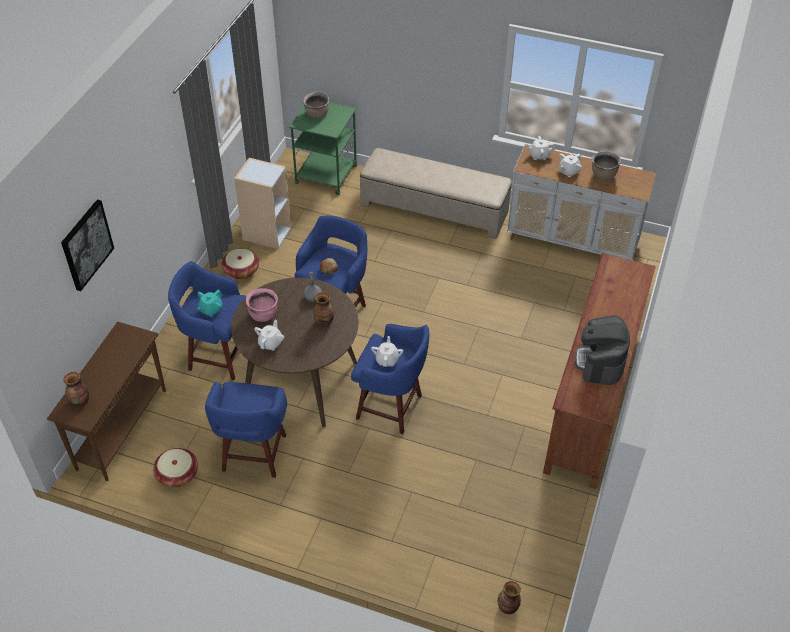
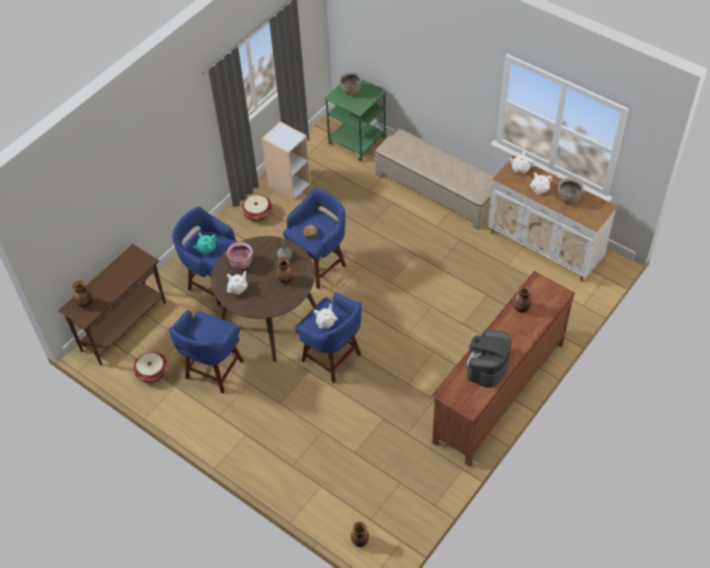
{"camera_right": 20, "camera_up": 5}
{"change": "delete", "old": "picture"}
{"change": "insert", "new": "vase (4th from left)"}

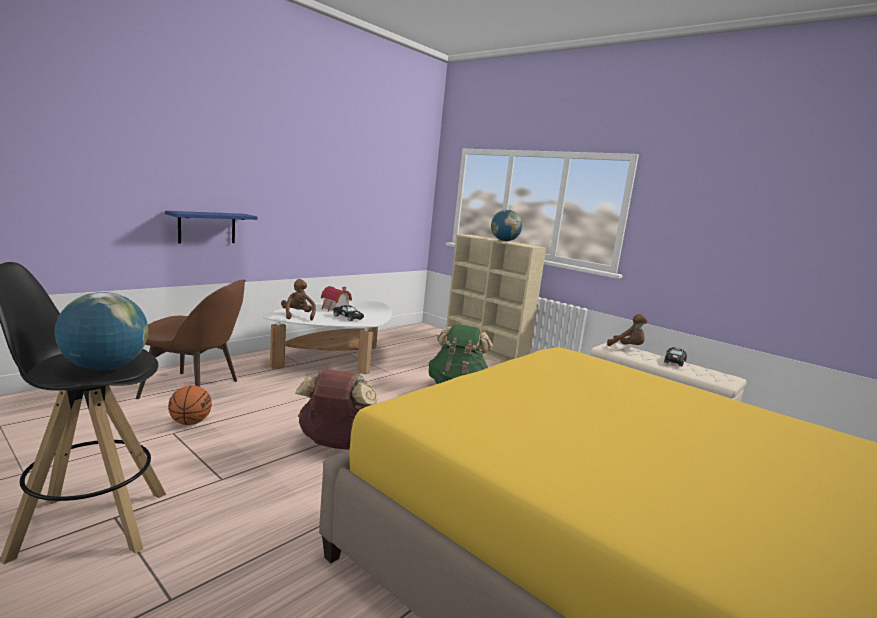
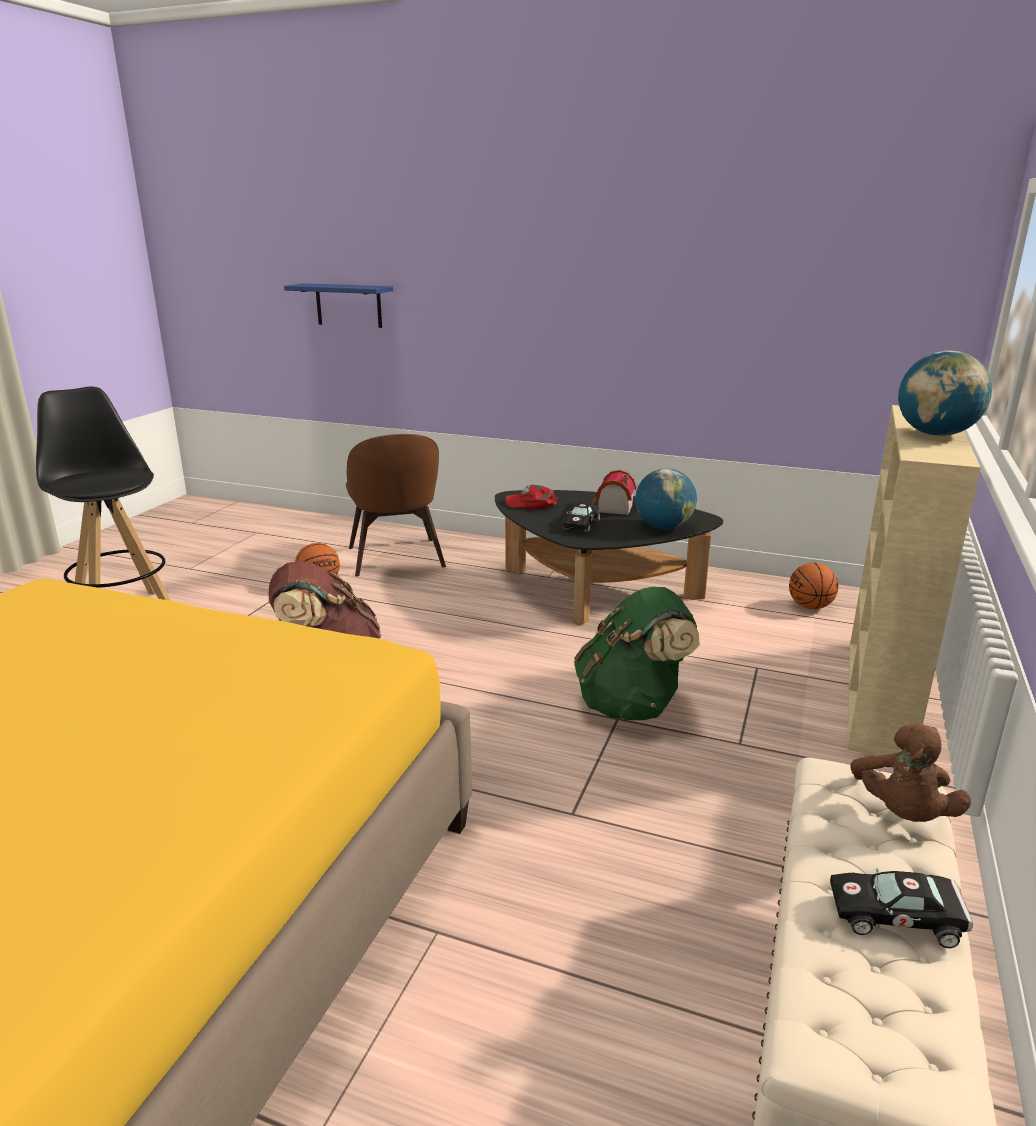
{"camera_right": 70, "camera_up": 10}
{"change": "insert", "new": "basketball (2nd from left)"}
{"change": "move", "old": "globe (1st from left)"}
{"change": "move", "old": "blue shelf"}
{"change": "replace", "old": "brown plush toy (1st from left)", "new": "red cap"}
{"change": "recolor", "old": "white coffee table", "new": "black coffee table"}

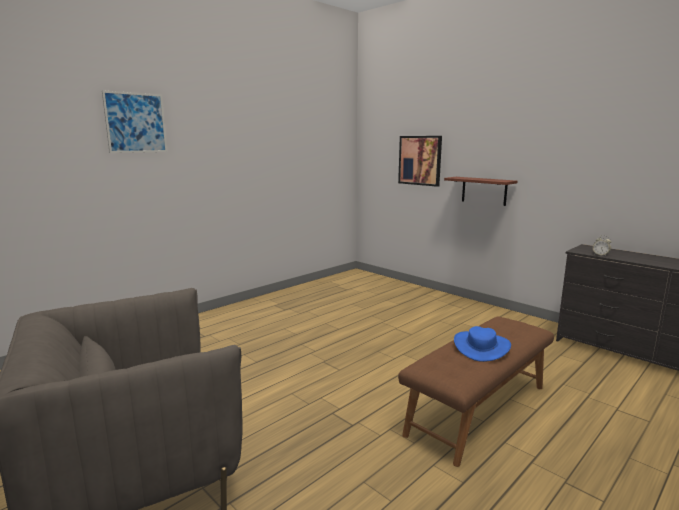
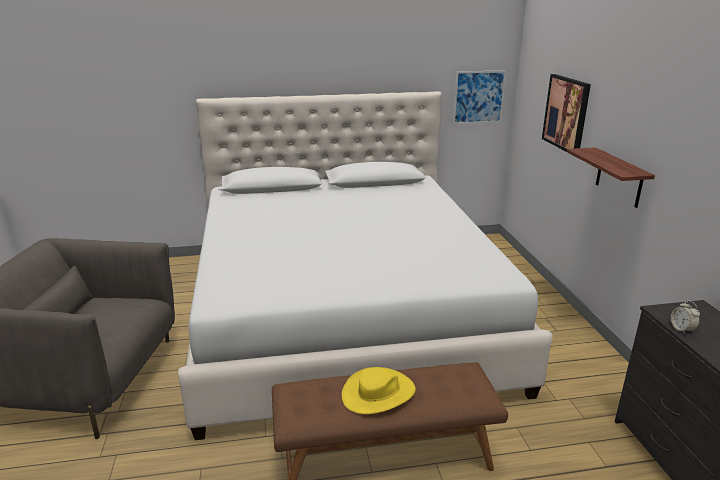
{"camera_right": 35, "camera_up": 10}
{"change": "insert", "new": "white bed"}
{"change": "move", "old": "picture (1st from left)"}
{"change": "recolor", "old": "blue hat", "new": "yellow hat"}

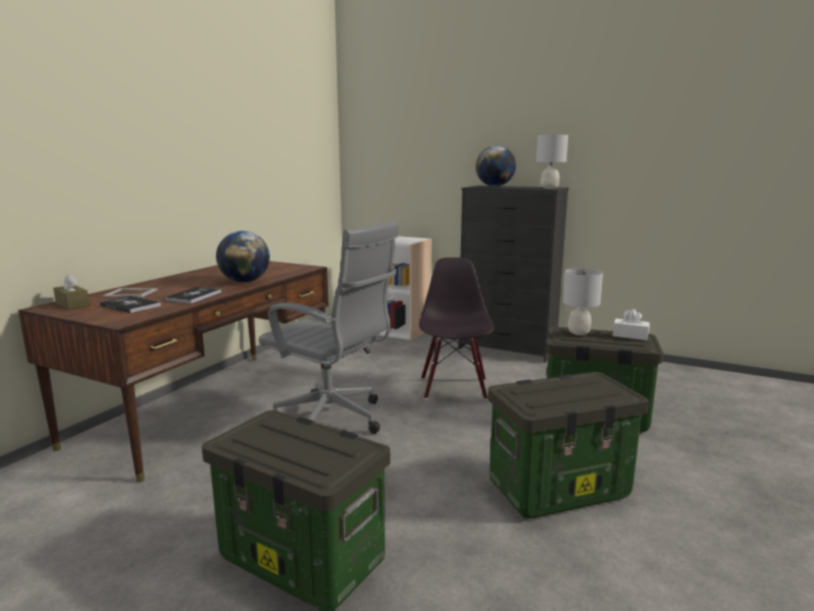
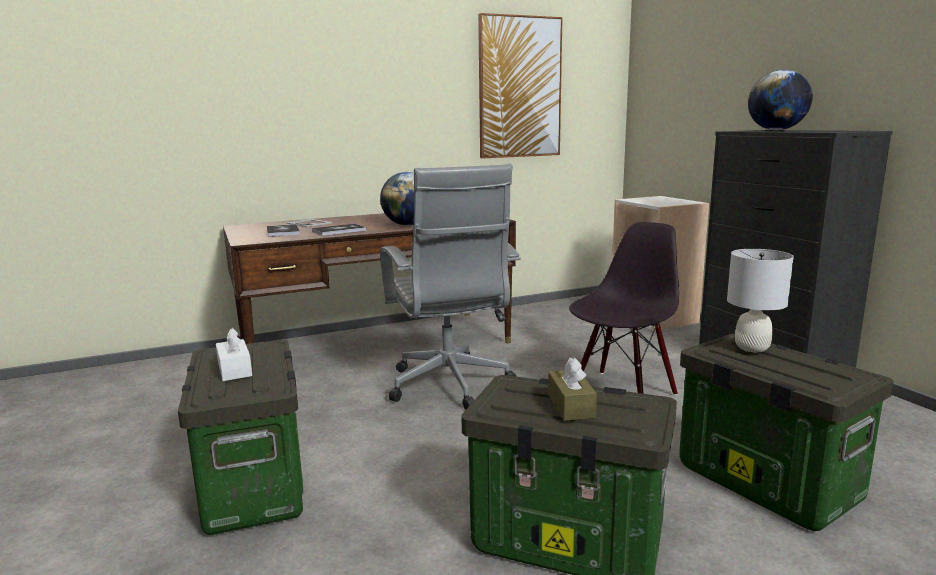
{"camera_right": 40, "camera_up": 0}
{"change": "delete", "old": "grey table lamp (1st from left)"}
{"change": "insert", "new": "picture"}
{"change": "move", "old": "brown tissue box"}
{"change": "move", "old": "white tissue box"}

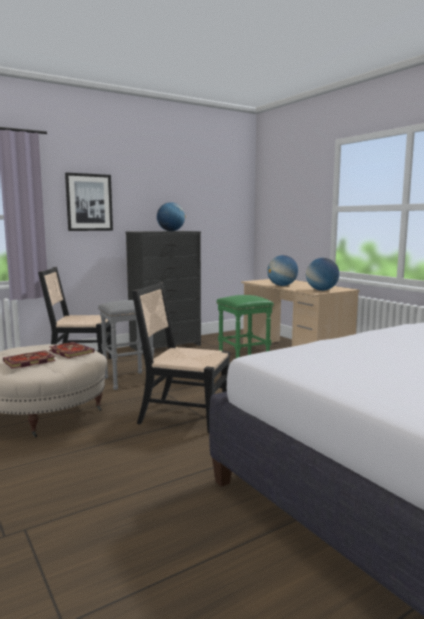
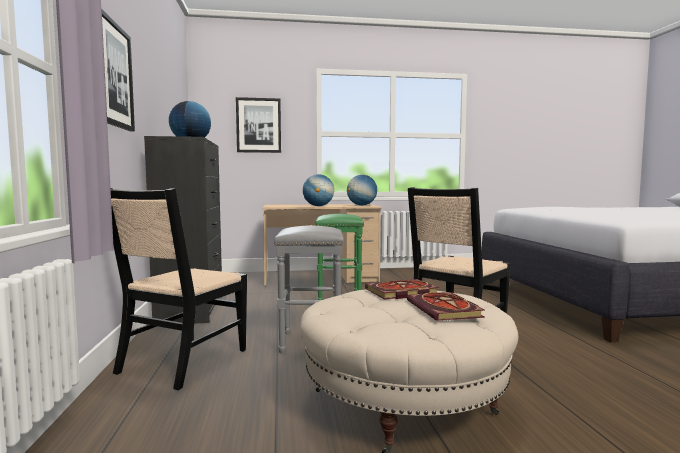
{"camera_right": -65, "camera_up": -5}
{"change": "insert", "new": "picture (2nd from left)"}

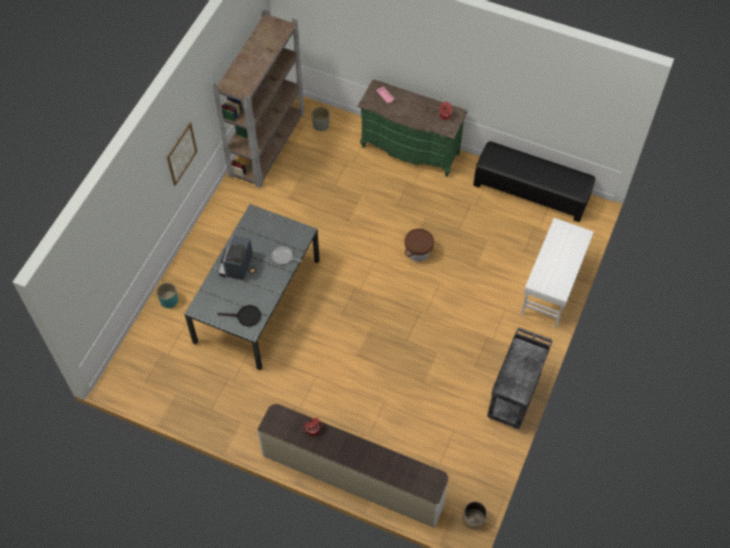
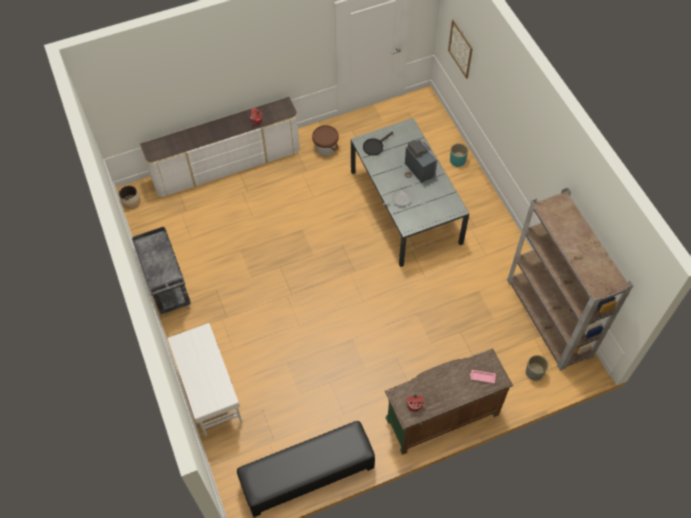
{"camera_right": 135, "camera_up": 0}
{"change": "move", "old": "picture"}
{"change": "move", "old": "brown bucket"}

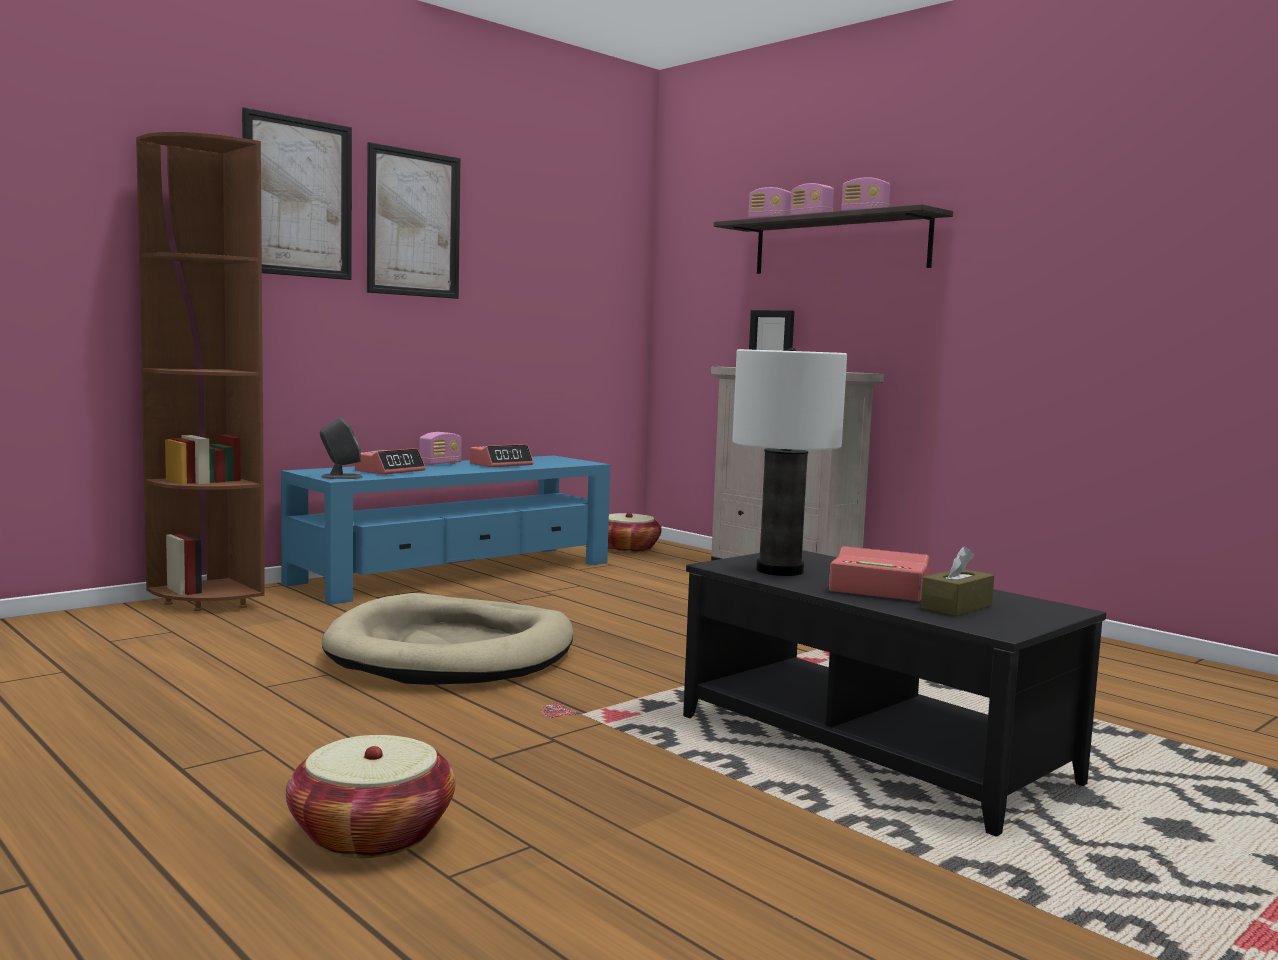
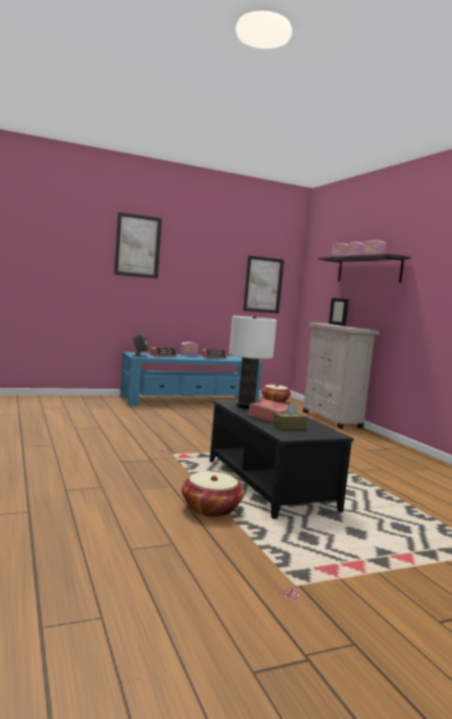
{"camera_right": 20, "camera_up": 0}
{"change": "delete", "old": "brown bookcase"}
{"change": "delete", "old": "beige dog bed"}
{"change": "move", "old": "basket (1st from left)"}
{"change": "move", "old": "picture (2nd from left)"}

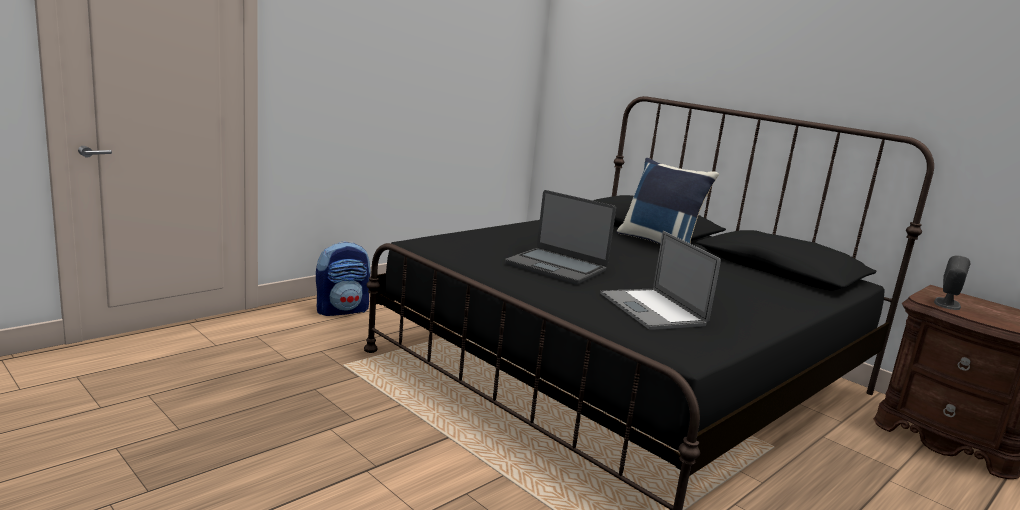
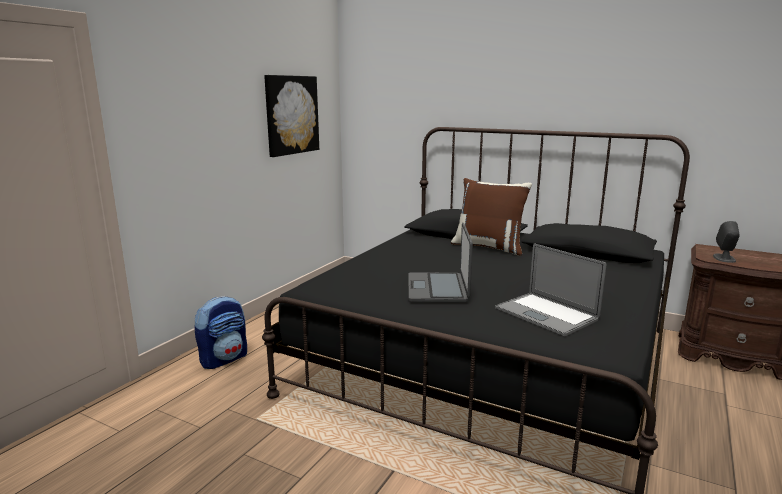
{"camera_right": -15, "camera_up": 0}
{"change": "insert", "new": "picture"}
{"change": "recolor", "old": "blue pillow", "new": "brown pillow"}
{"change": "rotate", "old": "laptop (1st from left)", "degrees": 75}

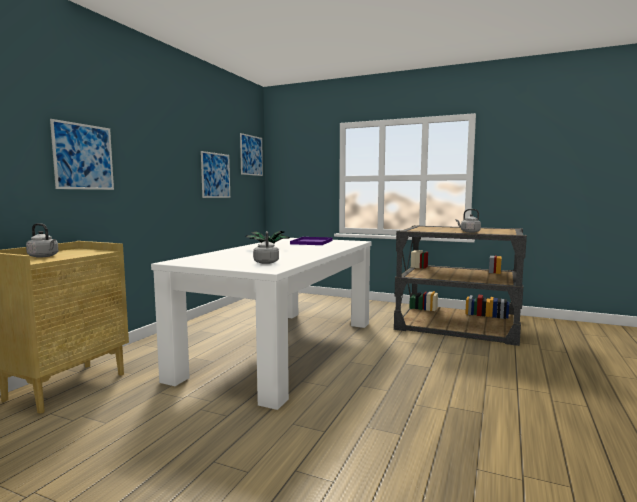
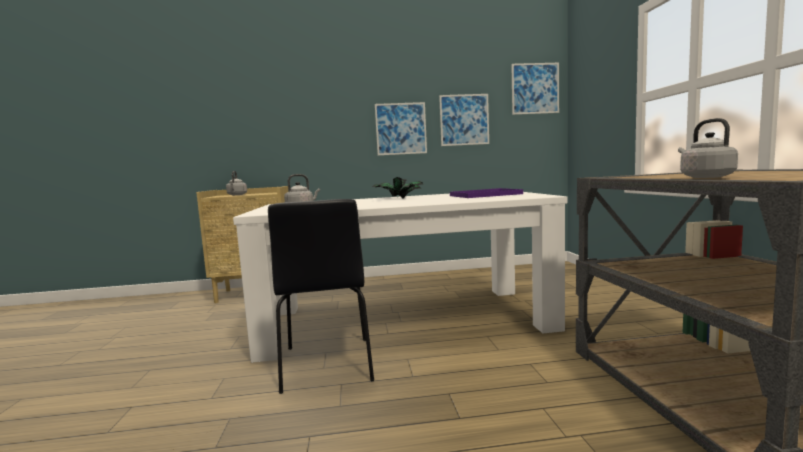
{"camera_right": 60, "camera_up": 0}
{"change": "insert", "new": "black chair"}
{"change": "move", "old": "picture (1st from left)"}

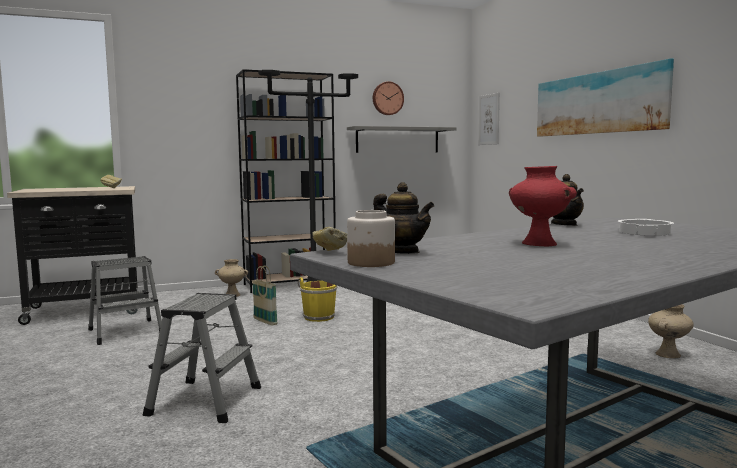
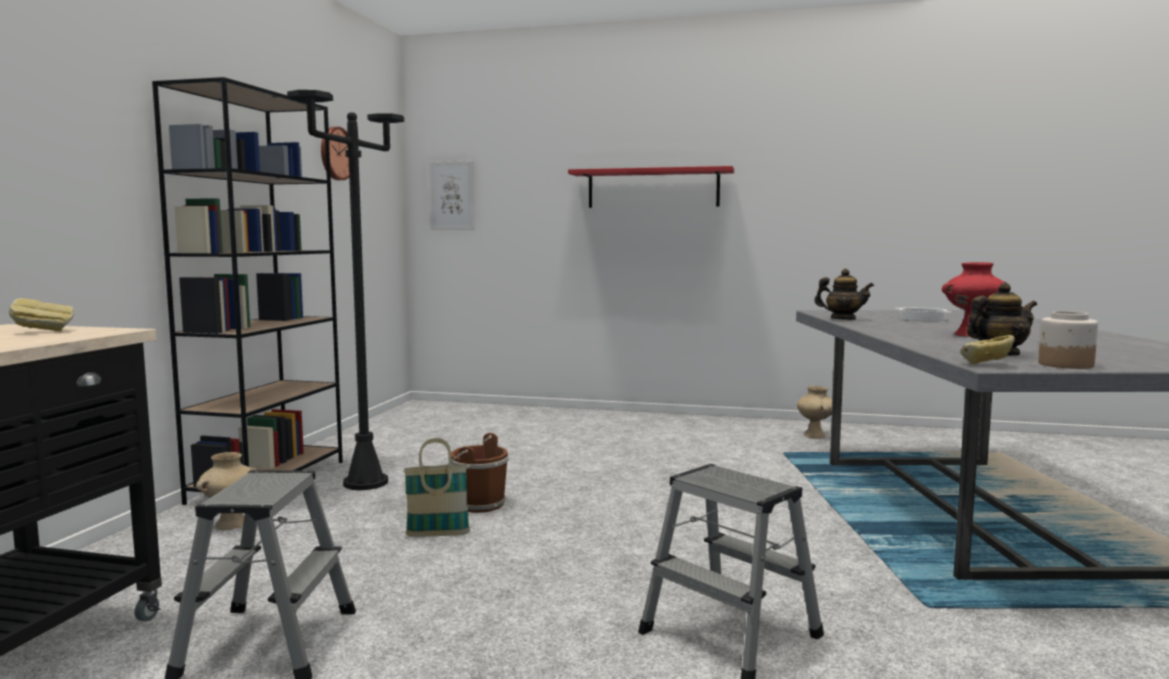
{"camera_right": -55, "camera_up": 0}
{"change": "delete", "old": "grey shelf"}
{"change": "replace", "old": "picture (2nd from left)", "new": "red shelf"}
{"change": "recolor", "old": "yellow bucket", "new": "brown bucket"}

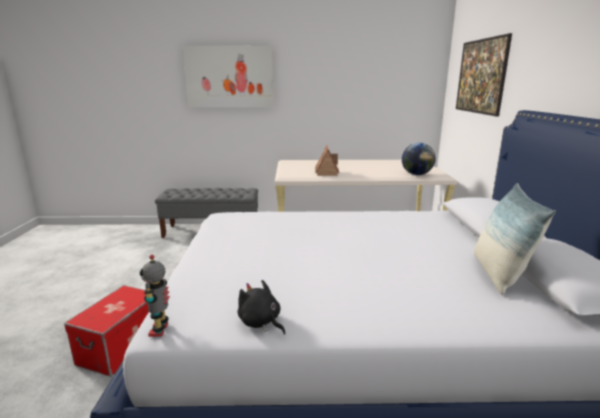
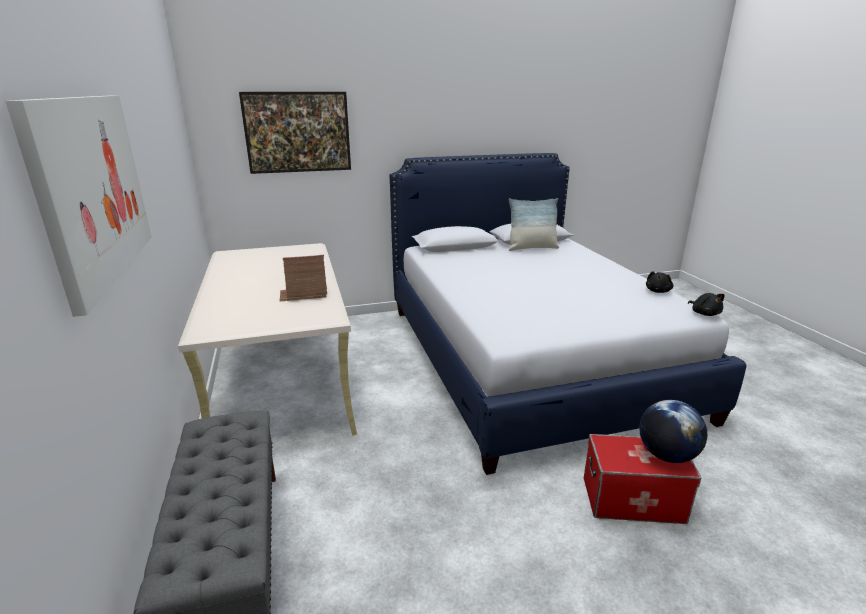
{"camera_right": -105, "camera_up": 5}
{"change": "move", "old": "globe"}
{"change": "replace", "old": "toy robot", "new": "black plush toy (2nd from left)"}

